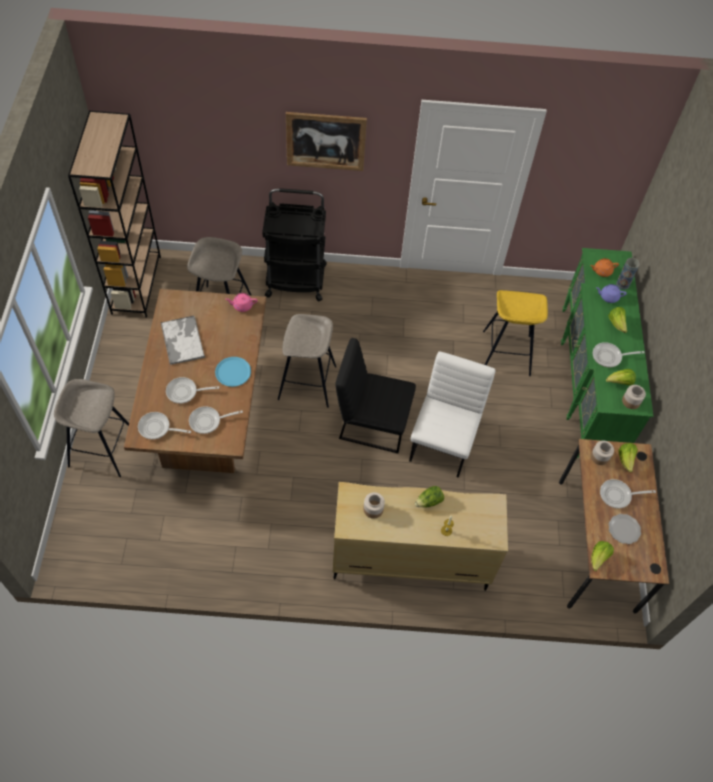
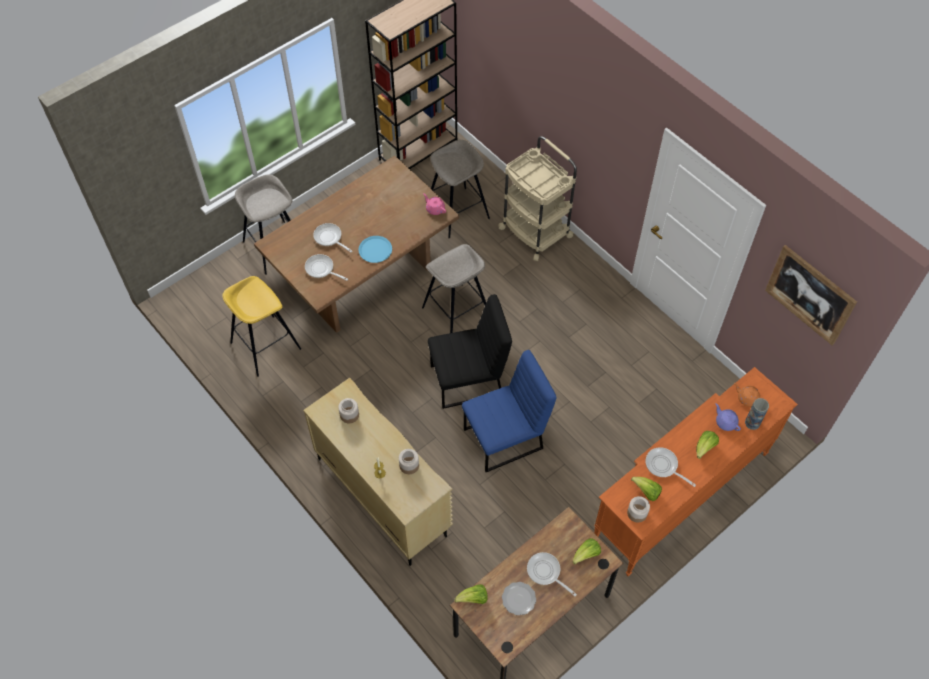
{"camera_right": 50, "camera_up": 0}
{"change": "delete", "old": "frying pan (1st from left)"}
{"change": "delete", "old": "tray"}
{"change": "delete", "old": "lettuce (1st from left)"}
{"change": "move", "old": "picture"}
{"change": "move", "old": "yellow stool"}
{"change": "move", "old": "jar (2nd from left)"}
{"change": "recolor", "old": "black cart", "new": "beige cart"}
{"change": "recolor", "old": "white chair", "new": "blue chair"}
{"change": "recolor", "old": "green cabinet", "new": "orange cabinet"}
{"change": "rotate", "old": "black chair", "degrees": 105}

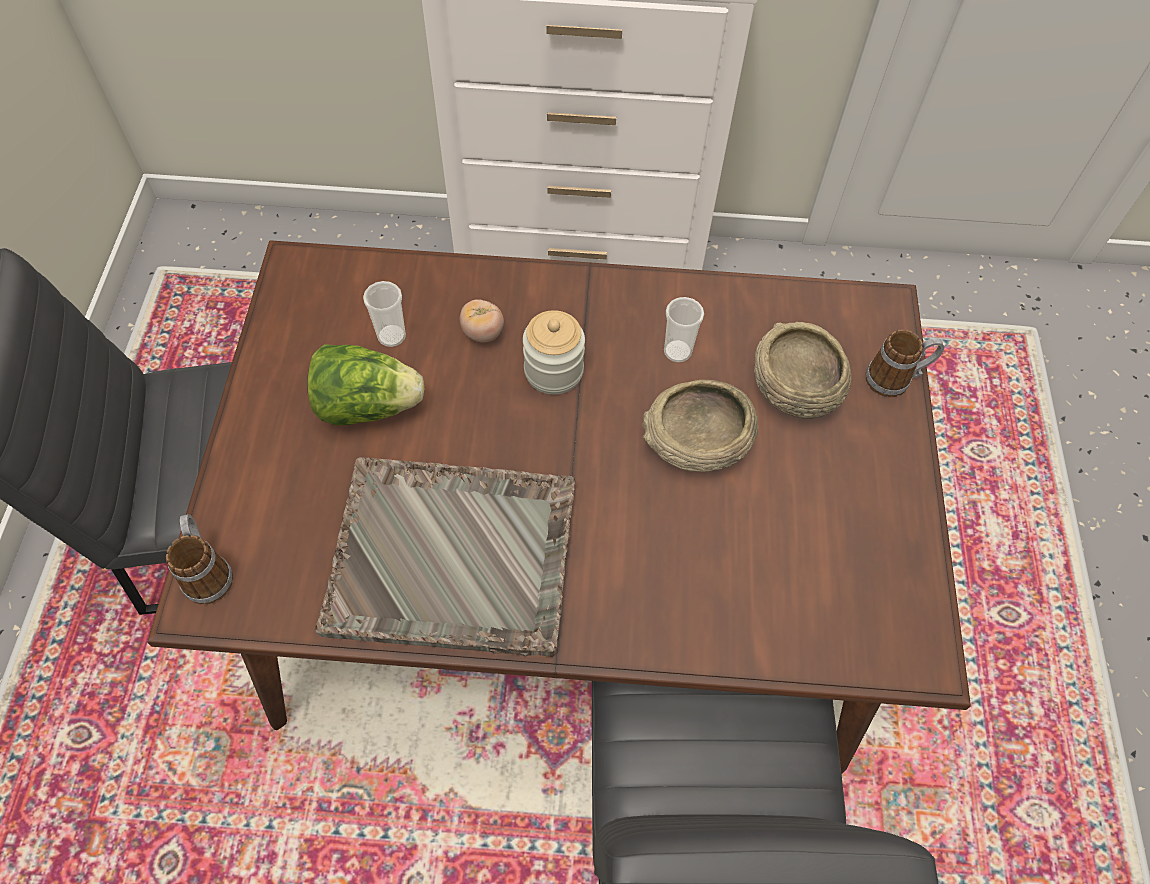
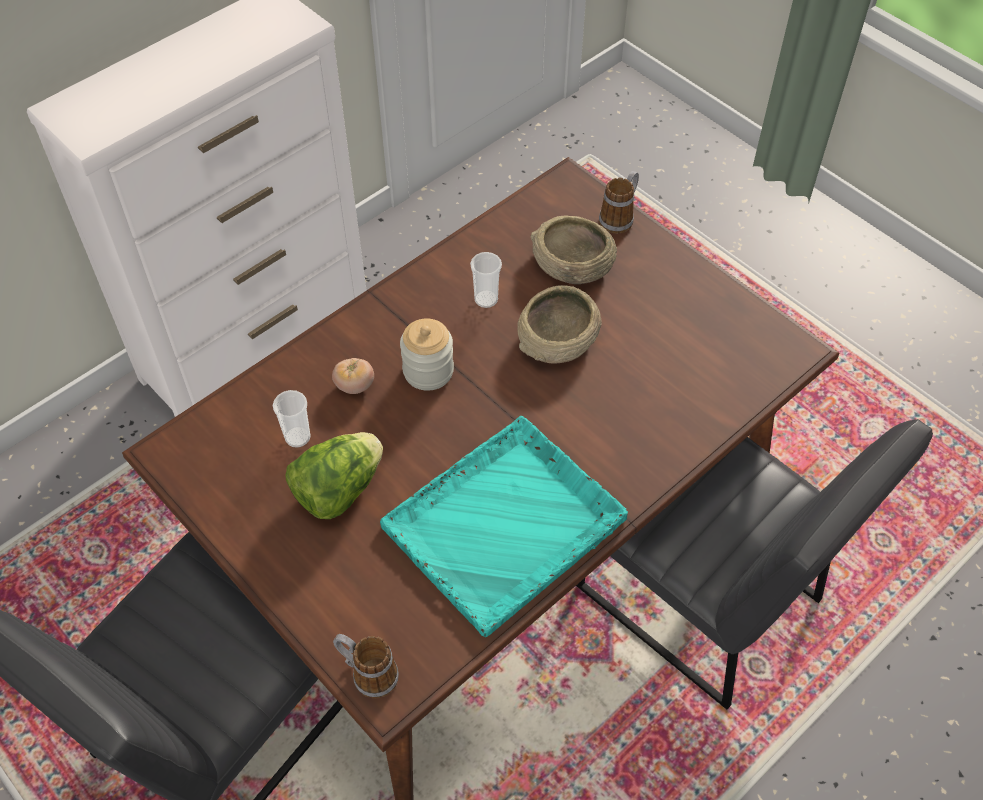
{"camera_right": -45, "camera_up": -5}
{"change": "recolor", "old": "grey tray", "new": "turquoise tray"}

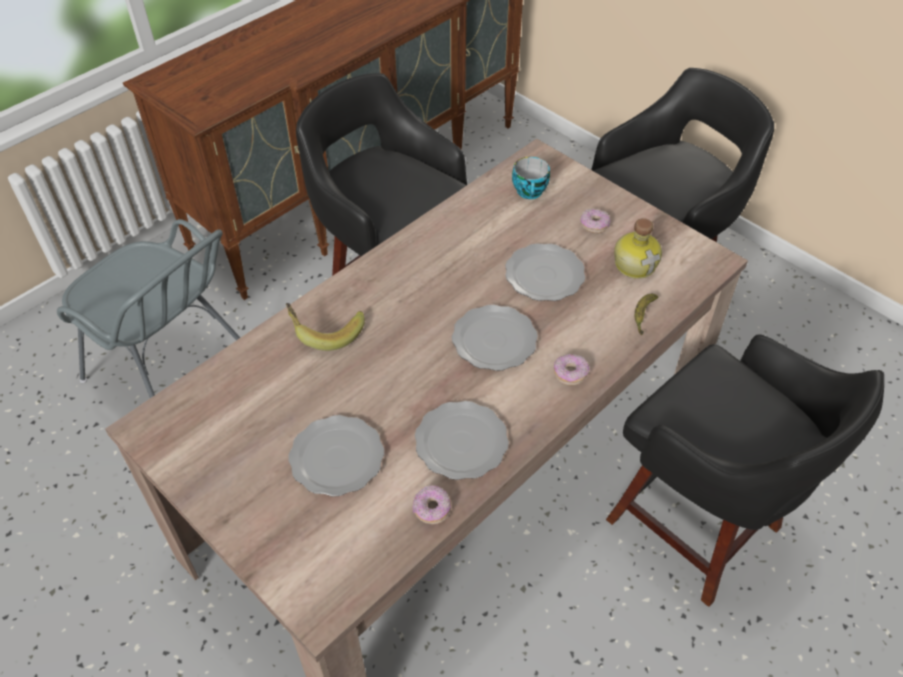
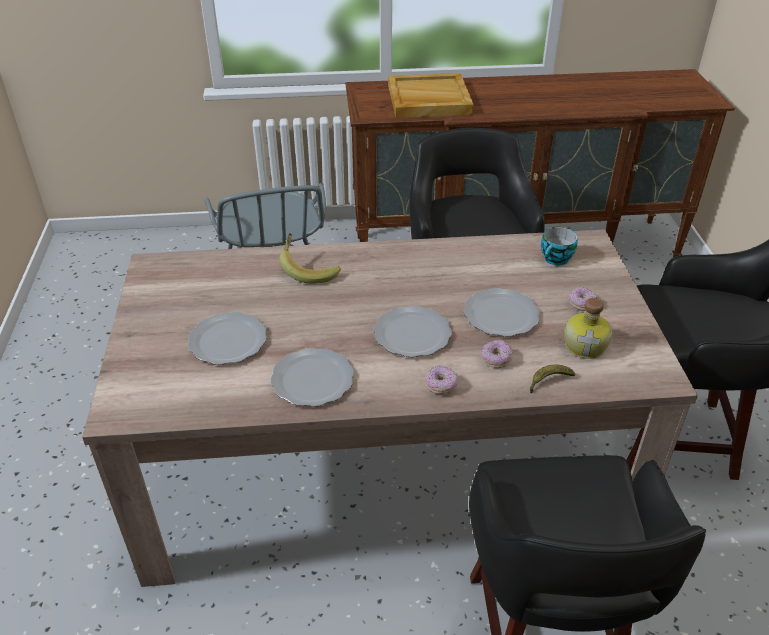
{"camera_right": 40, "camera_up": -10}
{"change": "insert", "new": "beige tray"}
{"change": "move", "old": "donut (1st from left in the first image)", "new": "donut (2nd from left)"}

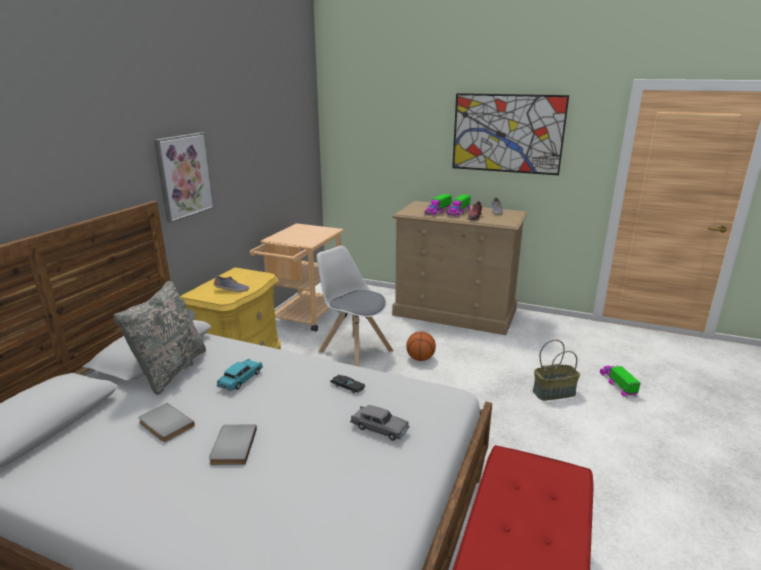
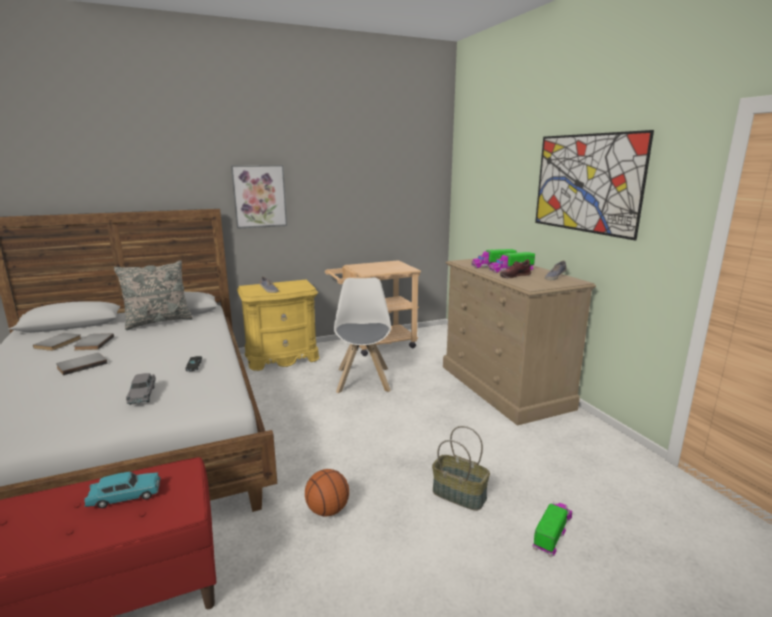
{"camera_right": 45, "camera_up": -5}
{"change": "insert", "new": "grey book (1st from left)"}
{"change": "move", "old": "turquoise toy car"}
{"change": "move", "old": "basketball"}

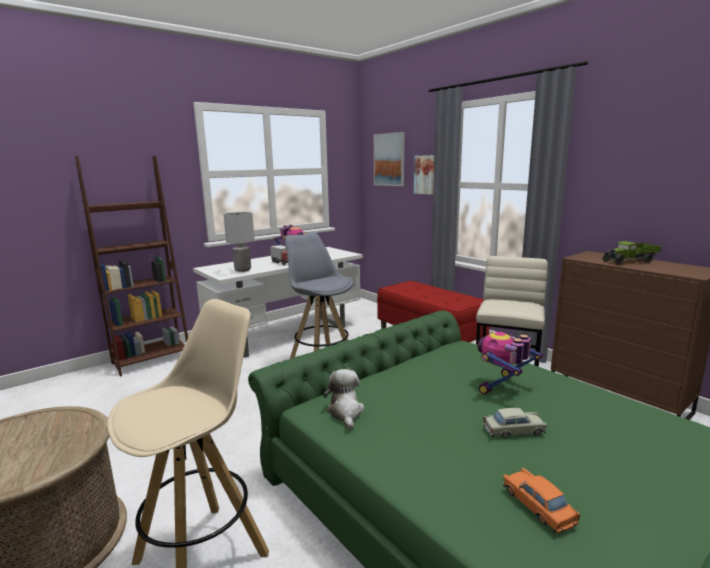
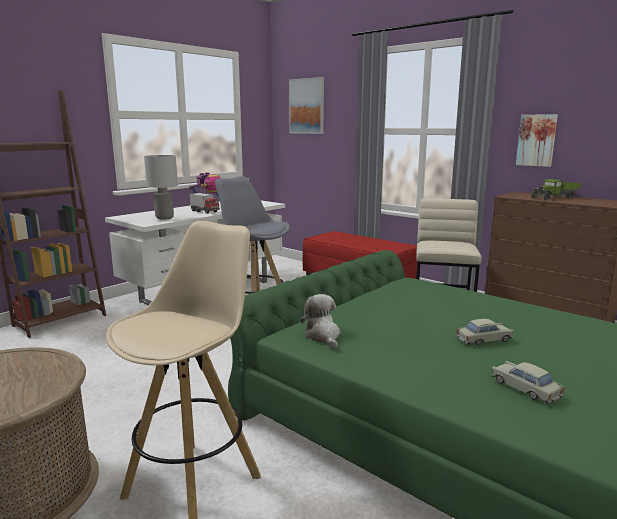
{"camera_right": -10, "camera_up": 0}
{"change": "delete", "old": "toy robot (2nd from left)"}
{"change": "move", "old": "picture (2nd from left)"}
{"change": "recolor", "old": "orange toy car", "new": "beige toy car (2nd from left)"}

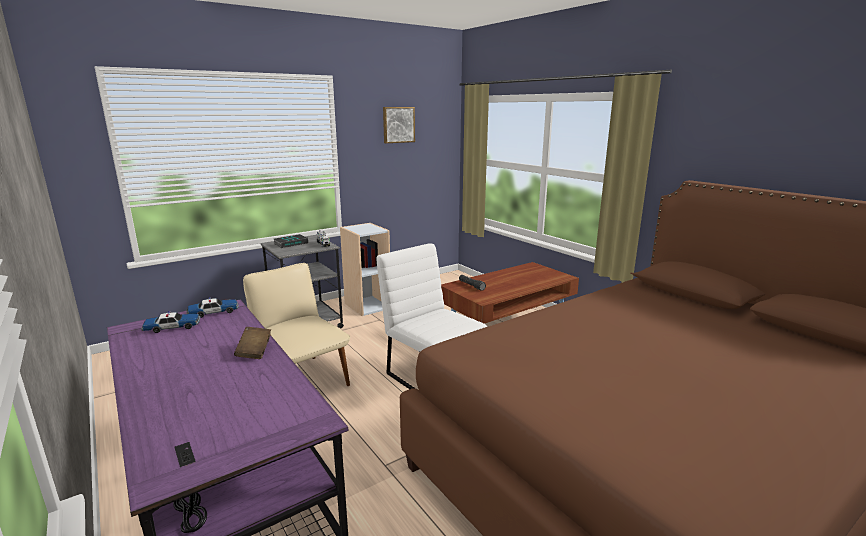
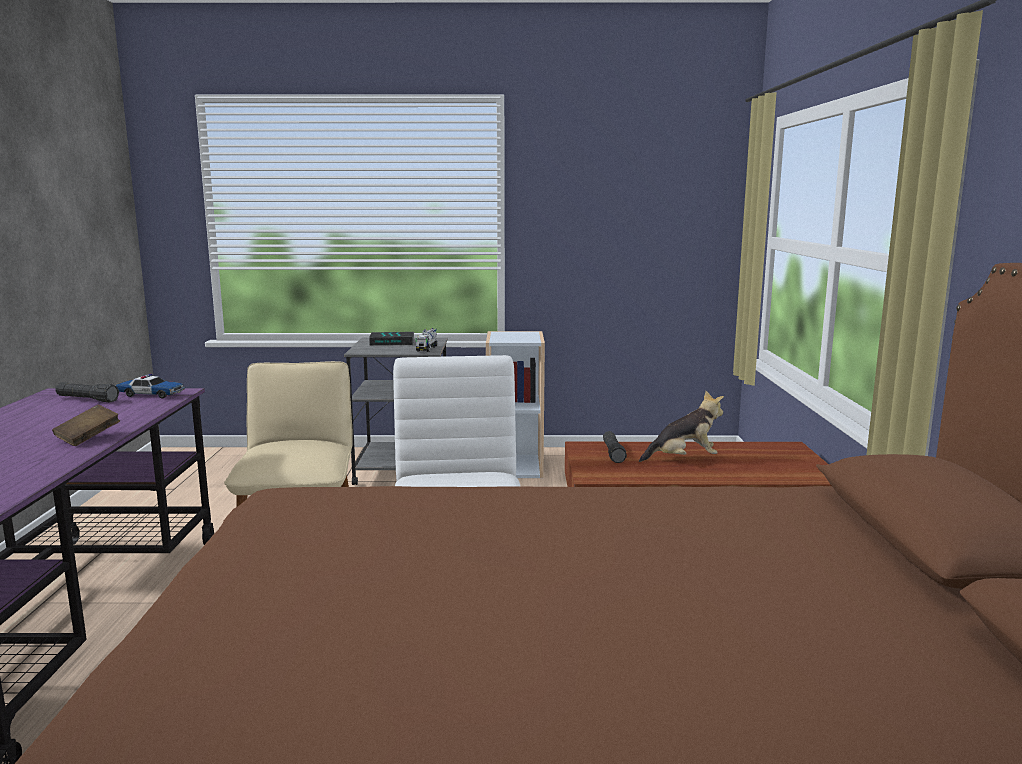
{"camera_right": 35, "camera_up": -5}
{"change": "delete", "old": "picture"}
{"change": "insert", "new": "plush toy"}
{"change": "replace", "old": "toy car (1st from left)", "new": "black flashlight (1st from left)"}

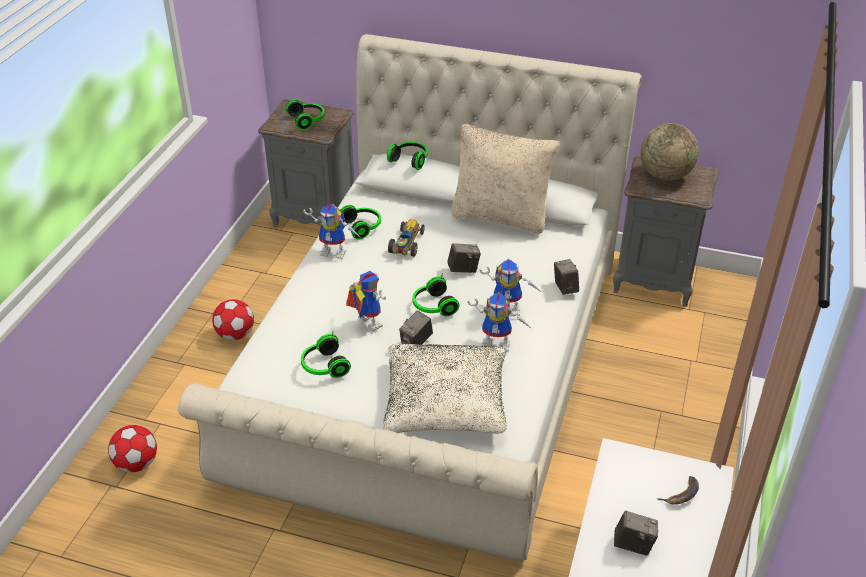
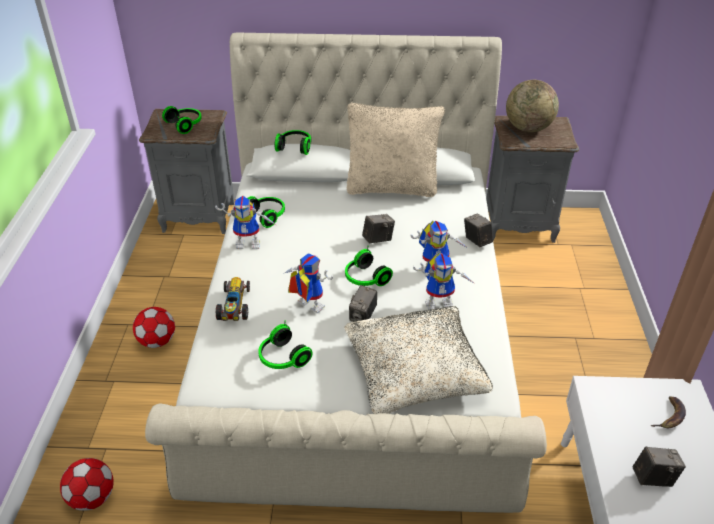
{"camera_right": -15, "camera_up": 0}
{"change": "move", "old": "toy car"}

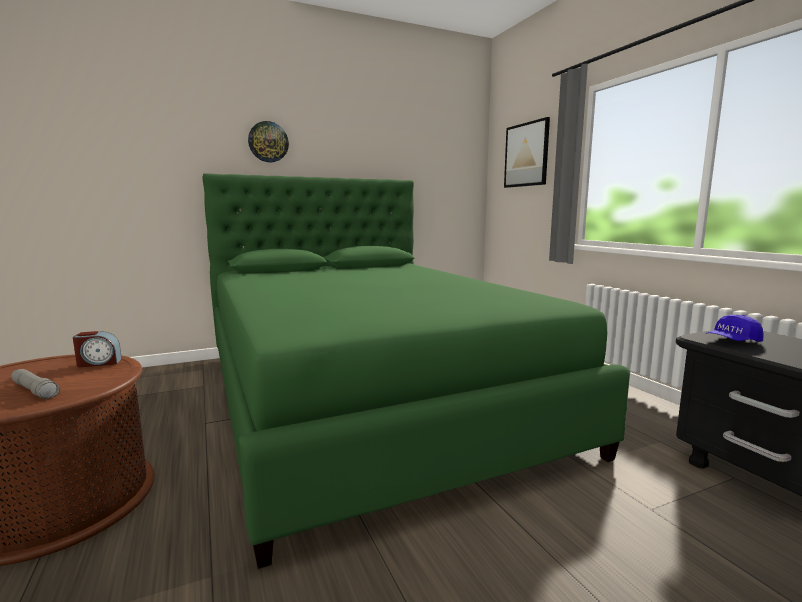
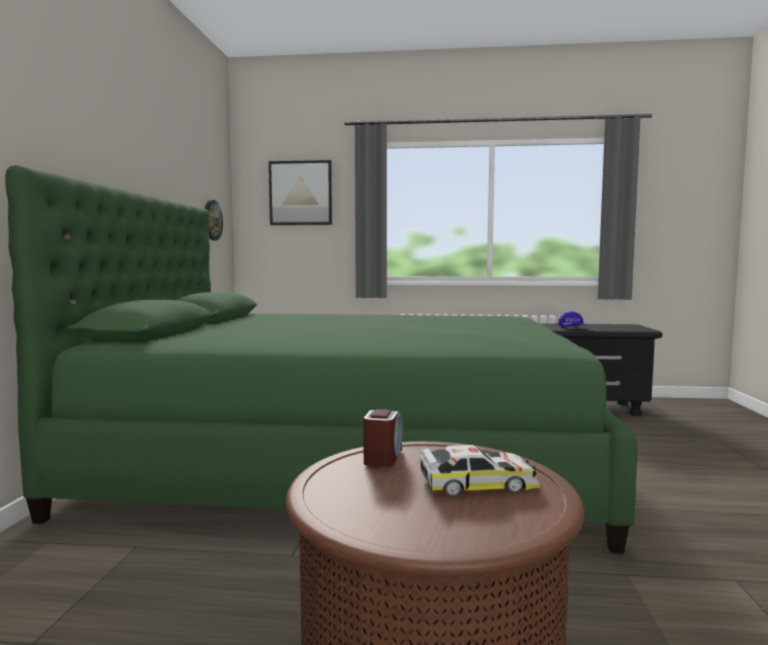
{"camera_right": -60, "camera_up": -5}
{"change": "move", "old": "wall clock"}
{"change": "replace", "old": "grey flashlight", "new": "toy car"}

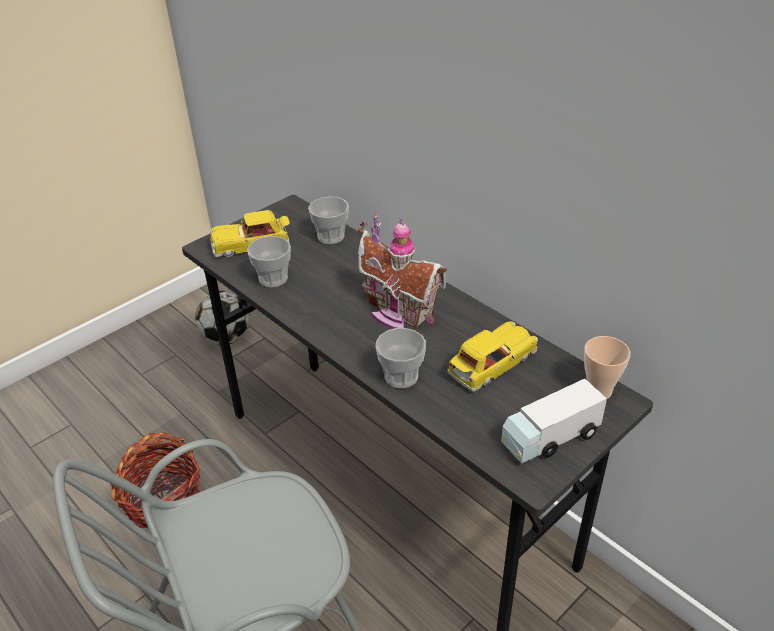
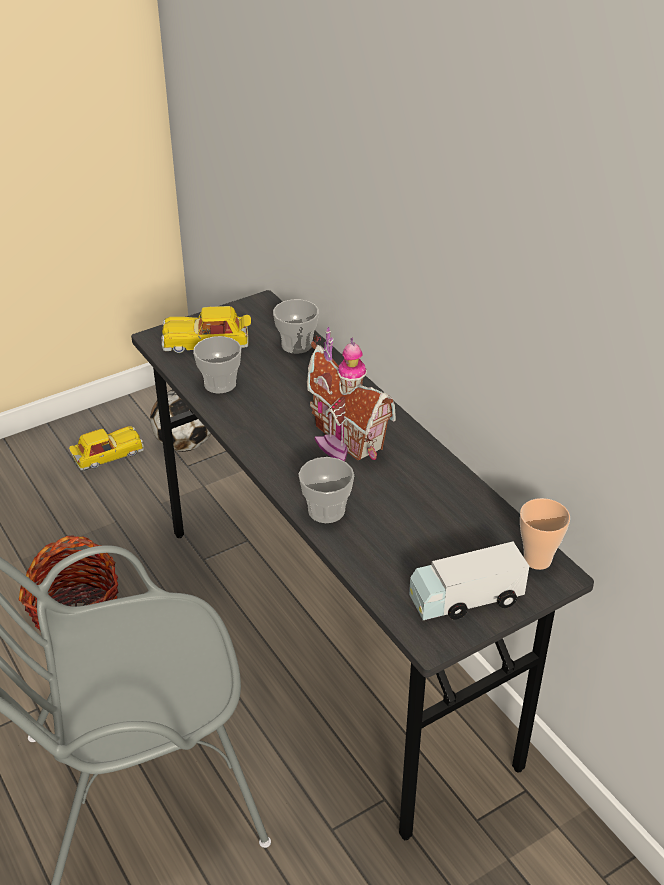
{"camera_right": 10, "camera_up": 0}
{"change": "move", "old": "toy car (2nd from left in the first image)", "new": "toy car (1st from left)"}

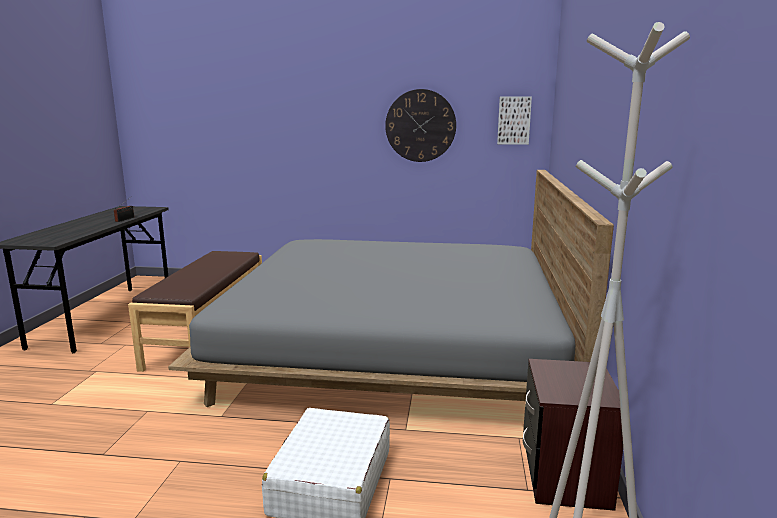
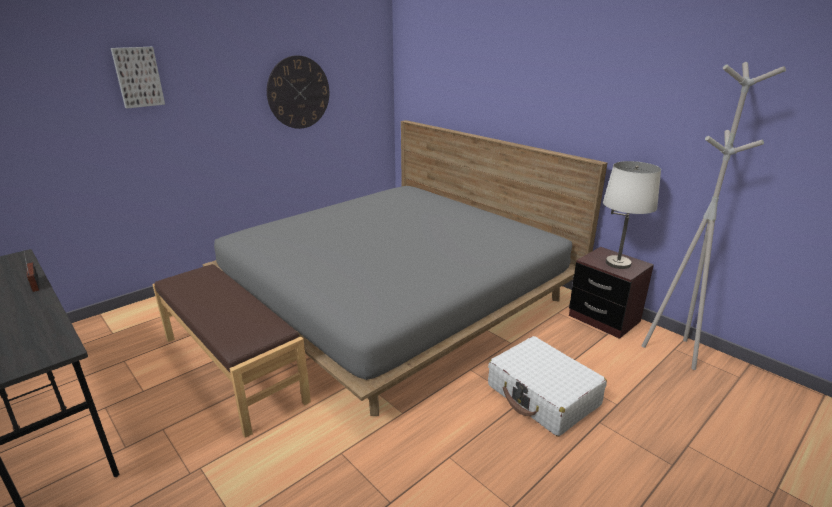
{"camera_right": -50, "camera_up": 10}
{"change": "insert", "new": "white table lamp"}
{"change": "move", "old": "picture"}

